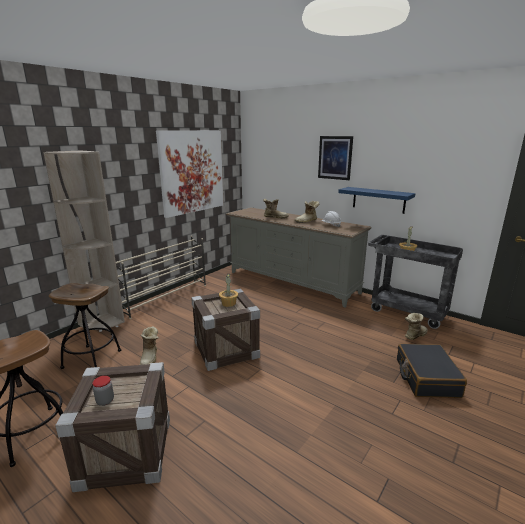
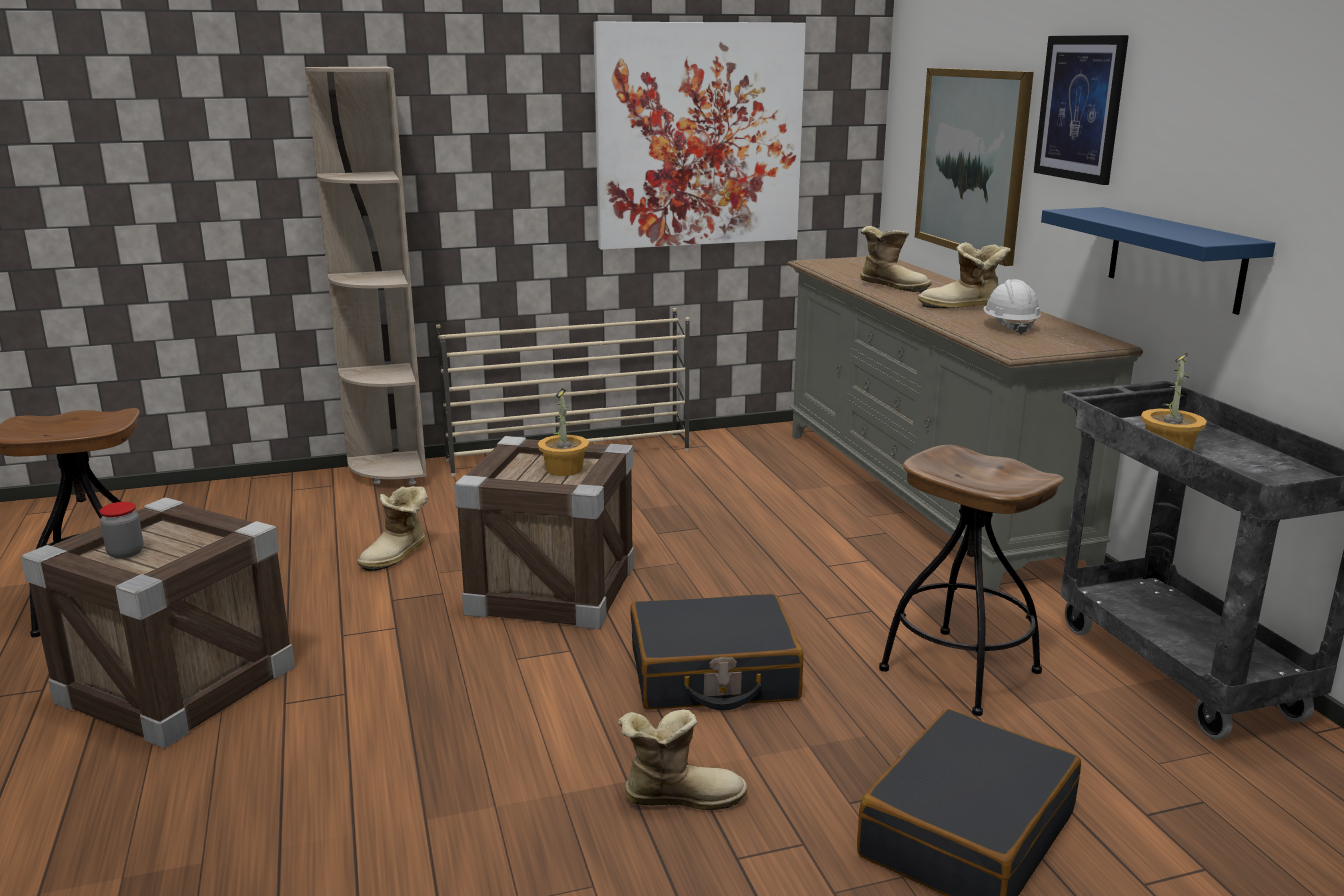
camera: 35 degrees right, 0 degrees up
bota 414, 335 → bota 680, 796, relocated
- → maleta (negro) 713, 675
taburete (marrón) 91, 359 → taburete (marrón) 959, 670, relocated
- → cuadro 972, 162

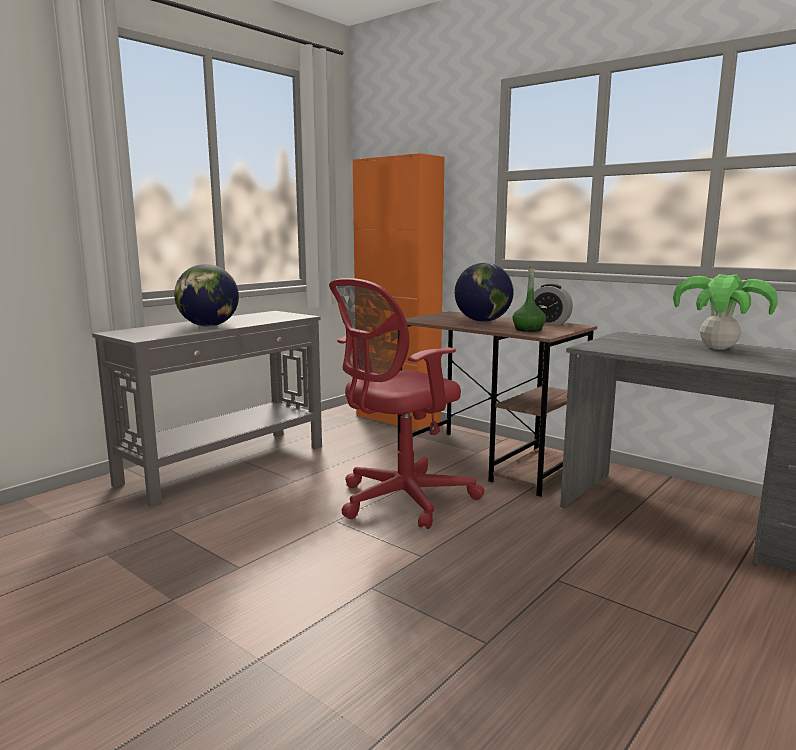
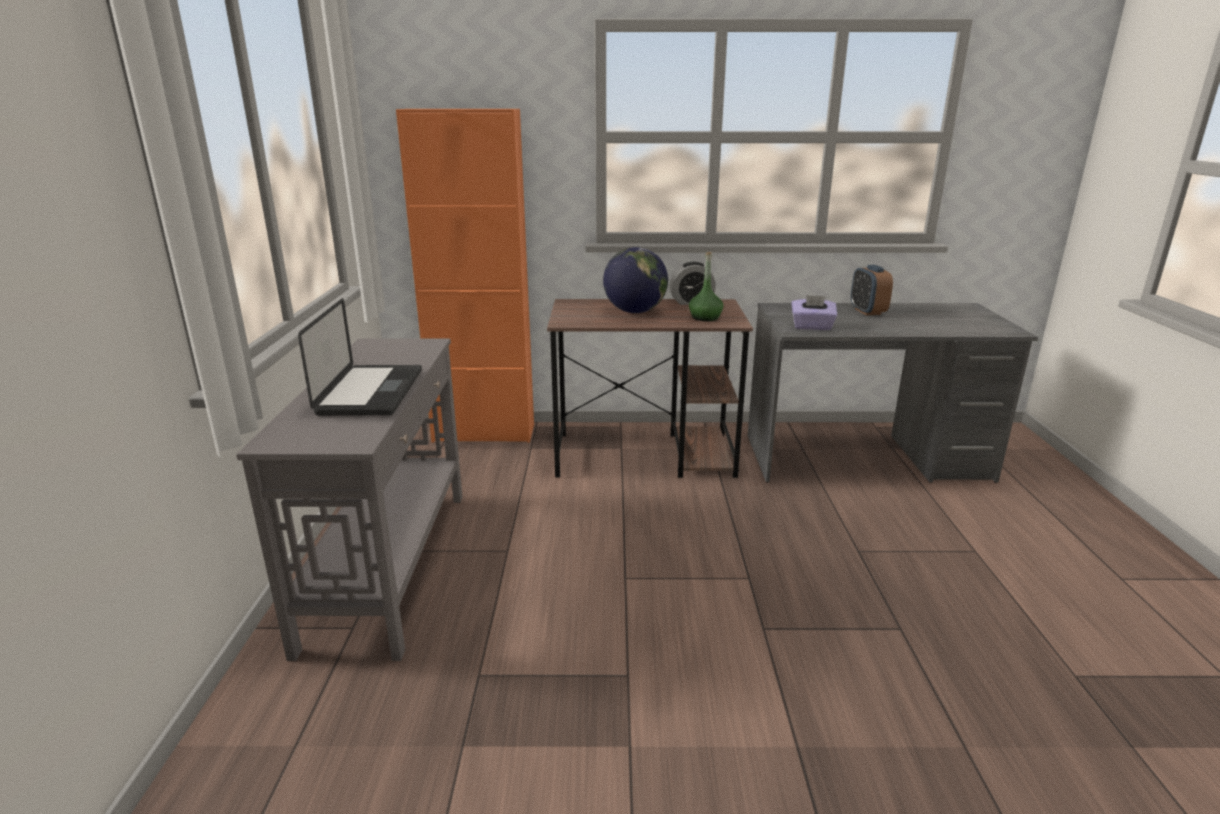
camera: 40 degrees left, 10 degrees up
globo terráqueo 209, 326 → portátil 371, 392
- → caja de pañuelos (morado) 812, 327
planta en maceta 718, 348 → despertador 867, 311
silla de oficina (rojo) 400, 501 → -

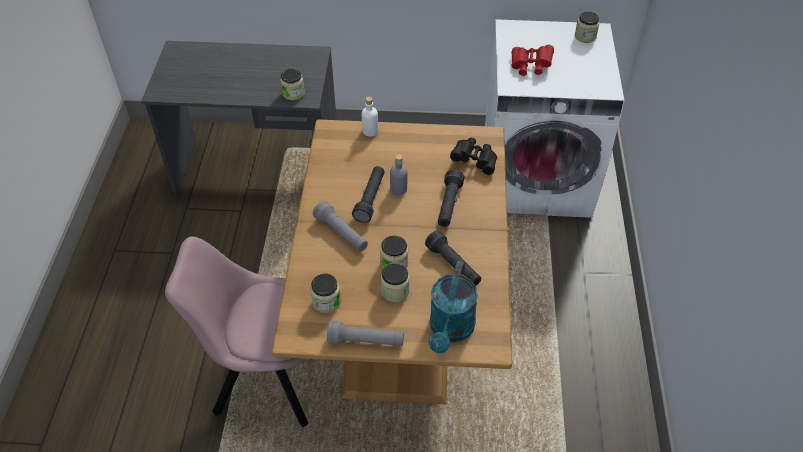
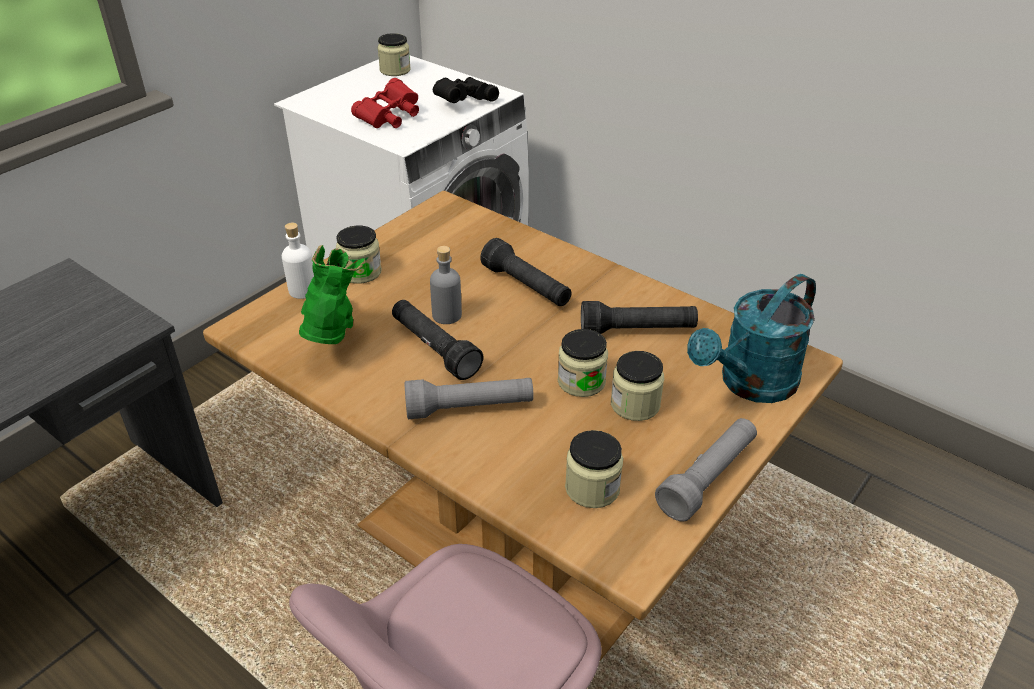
camera: 55 degrees left, 10 degrees down
- → bota (verde) 333, 337
tarro 293, 93 → tarro 360, 272, relocated
prismáticos (negro) 475, 161 → prismáticos (negro) 463, 102, relocated
regadera (turquesa) 450, 330 → regadera (turquesa) 749, 384, 90 degrees clockwise

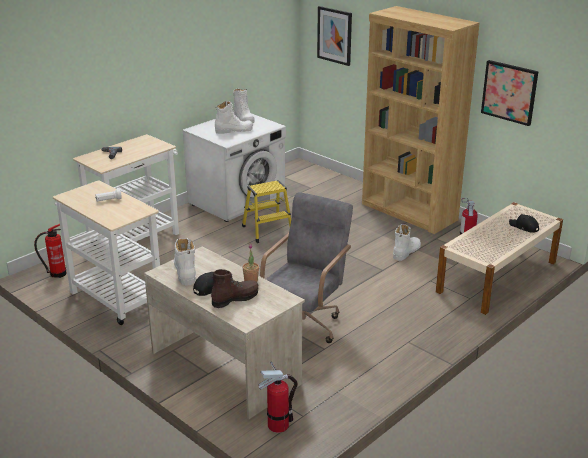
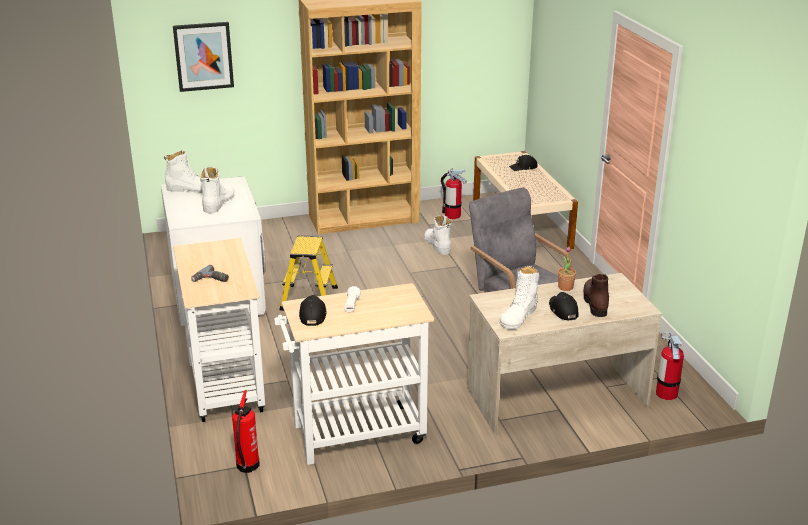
camera: 60 degrees left, 0 degrees up
- → gorra (negro) 312, 315
bota (blanco) 185, 272 → bota (blanco) 519, 316, 75 degrees counterclockwise
cuadro 509, 92 → -

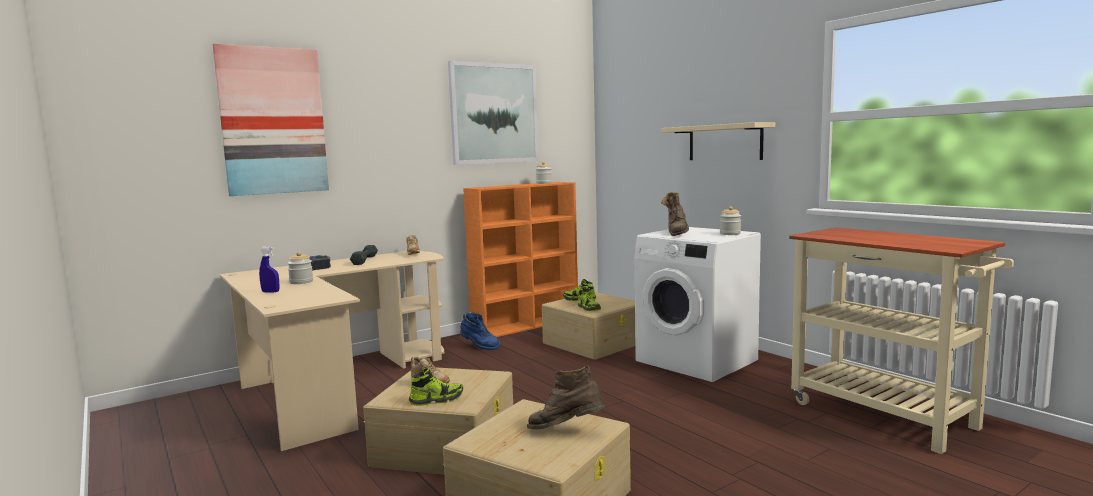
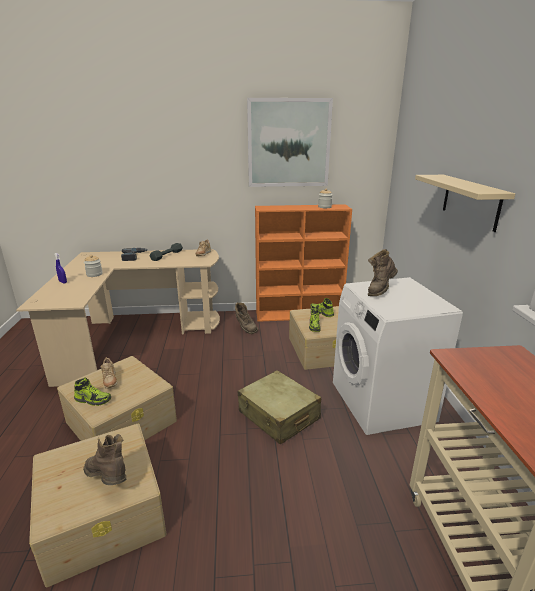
camera: 30 degrees right, 15 degrees up
bota (azul) 479, 347 → bota (marrón) 245, 328
- → maleta (beis) 278, 415
cuadro 273, 121 → -
tarro 730, 234 → -

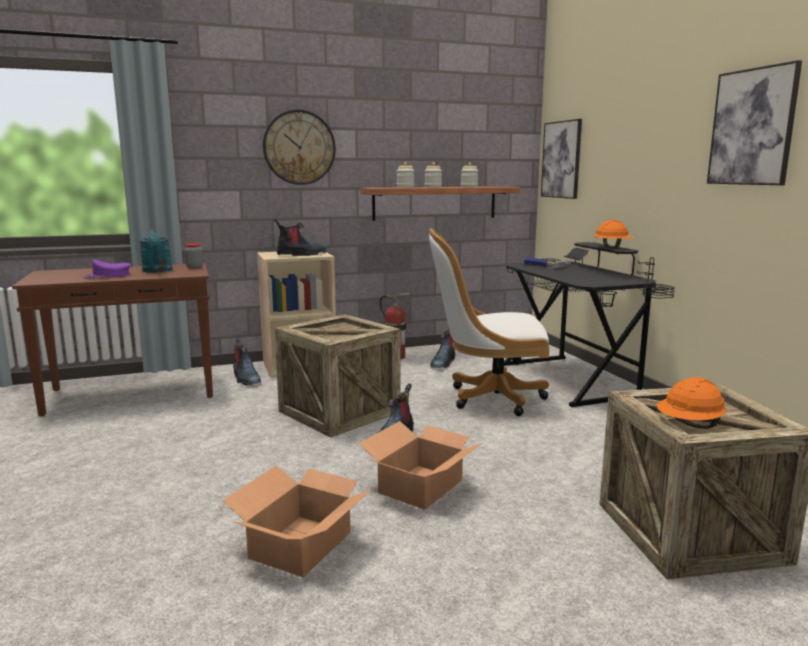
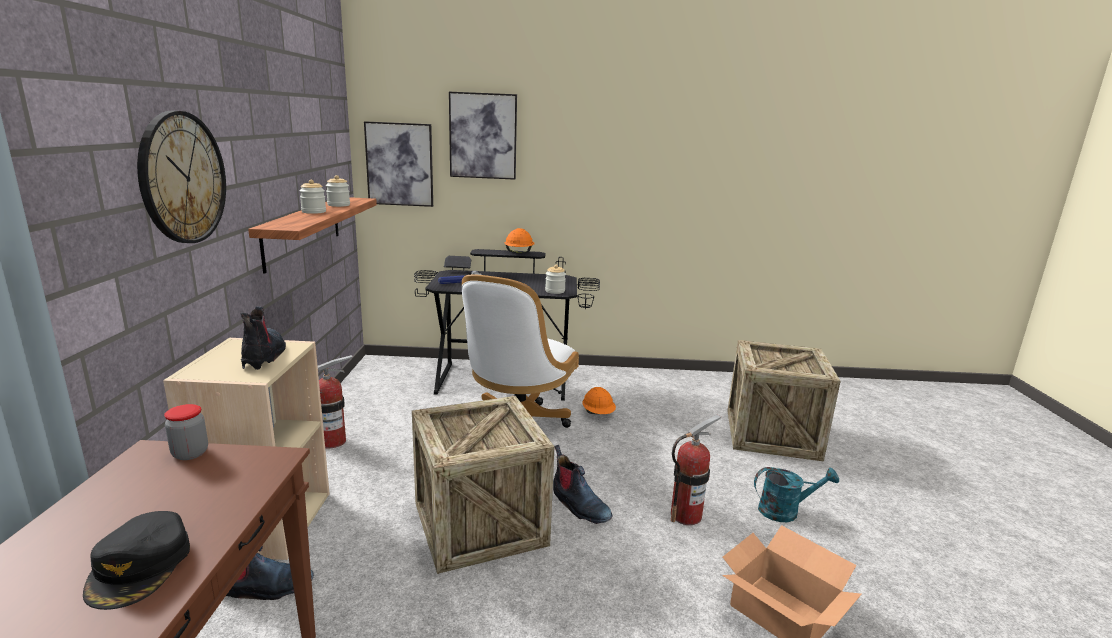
camera: 70 degrees left, 5 degrees up
gorra (morado) 107, 276 → gorra (negro) 140, 566
cuadro 752, 127 → cuadro 483, 136, relocated
tarro 405, 187 → tarro 555, 291, relocated
casco (naranja) 689, 426 → casco (naranja) 598, 414, relocated
caja de cartón 422, 486 → extintor 686, 515
regadera (turquesa) 157, 271 → regadera (turquesa) 785, 511, relocated
bota 443, 362 → -

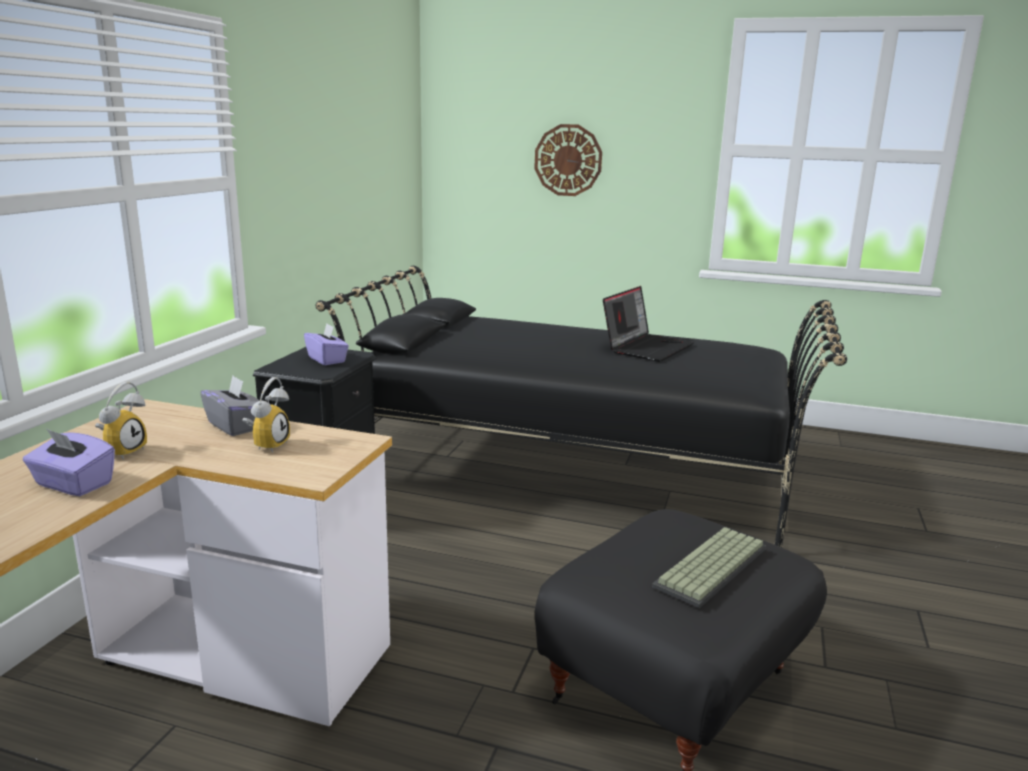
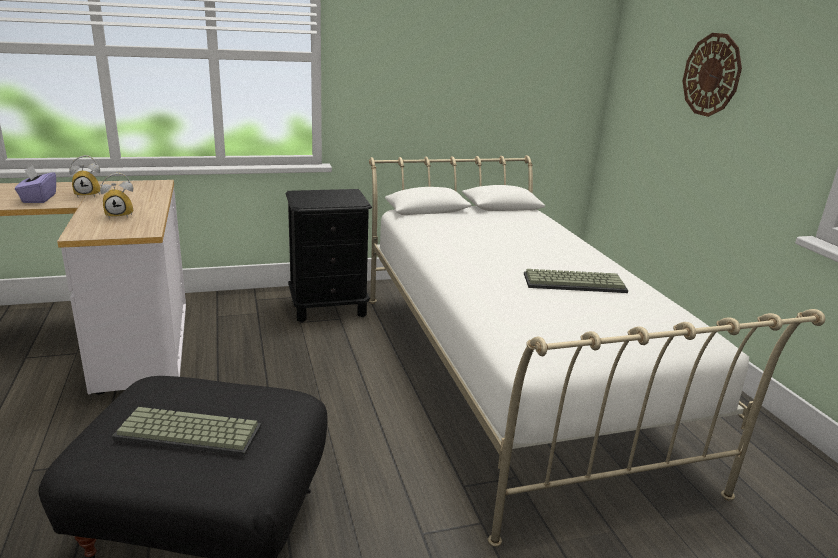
camera: 55 degrees right, 5 degrees up
cama (negro) 573, 472 → cama (blanco) 509, 378
portátil 647, 347 → teclado 575, 282
caja de pañuelos (gris) 235, 426 → -
caja de pañuelos (morado) 327, 359 → -

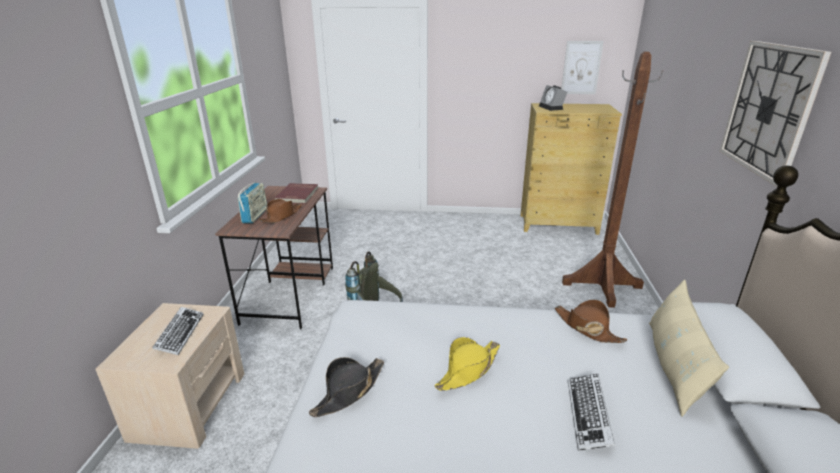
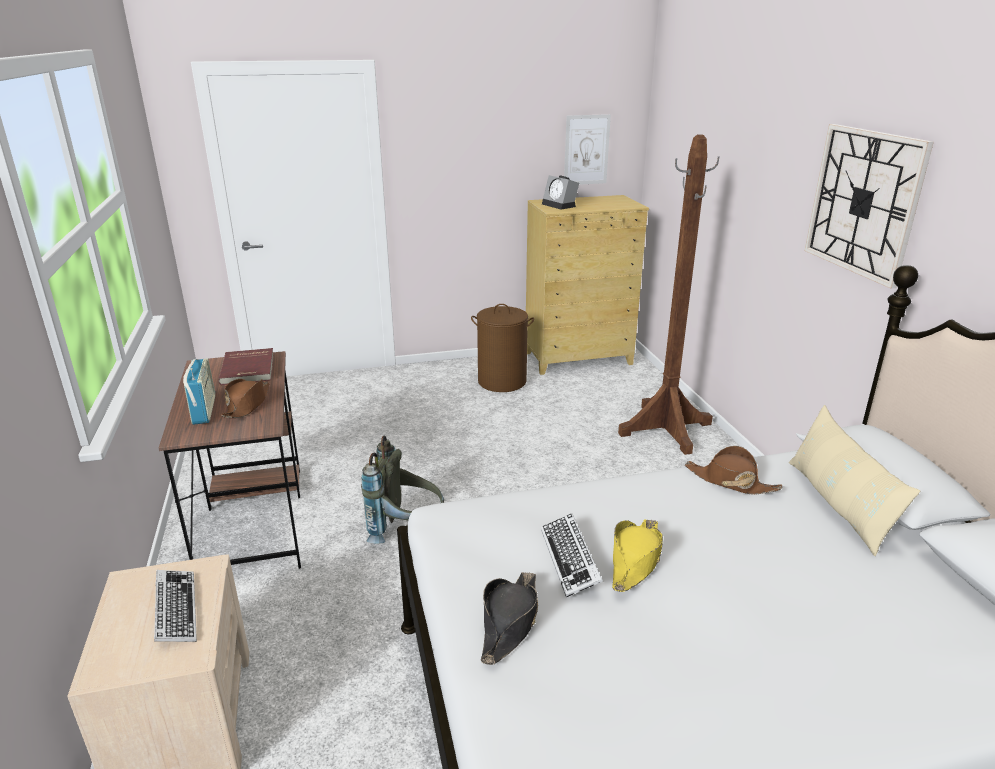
camera: 20 degrees left, 0 degrees up
- → cesto de la ropa (marrón) 502, 381
teclado 588, 414 → teclado 570, 559, relocated

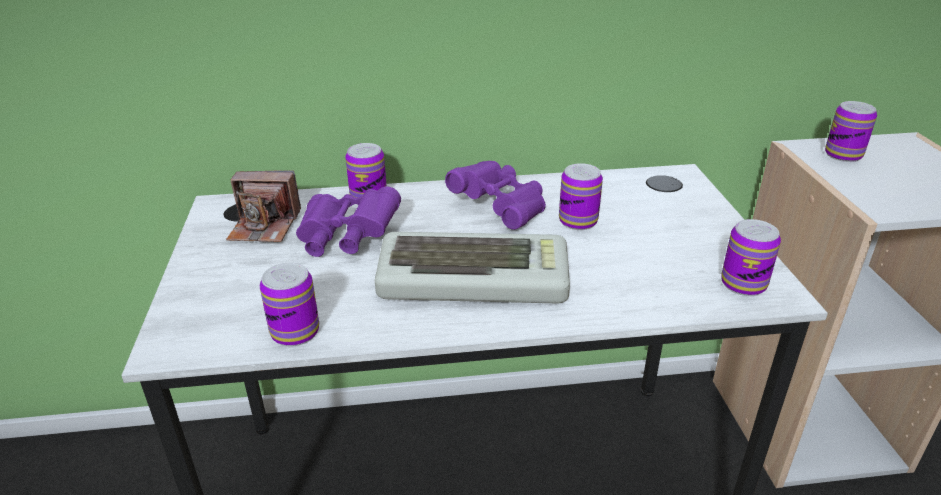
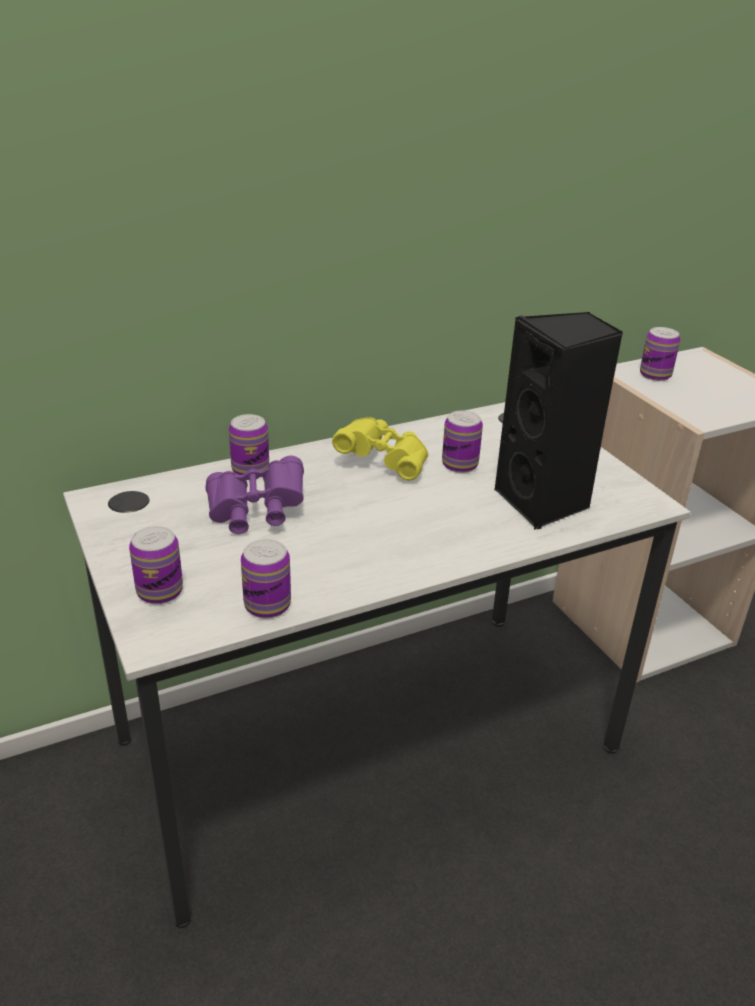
camera: 20 degrees left, 0 degrees up
lata 743, 284 → lata 160, 591, relocated
prismáticos (morado) 501, 208 → prismáticos (amarillo) 384, 461
- → altavoz (negro) 544, 503
cámara 265, 226 → -
teclado 475, 279 → -

